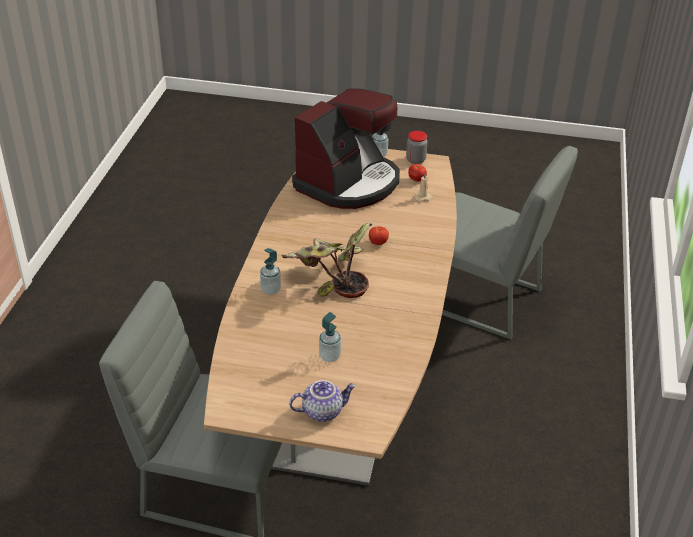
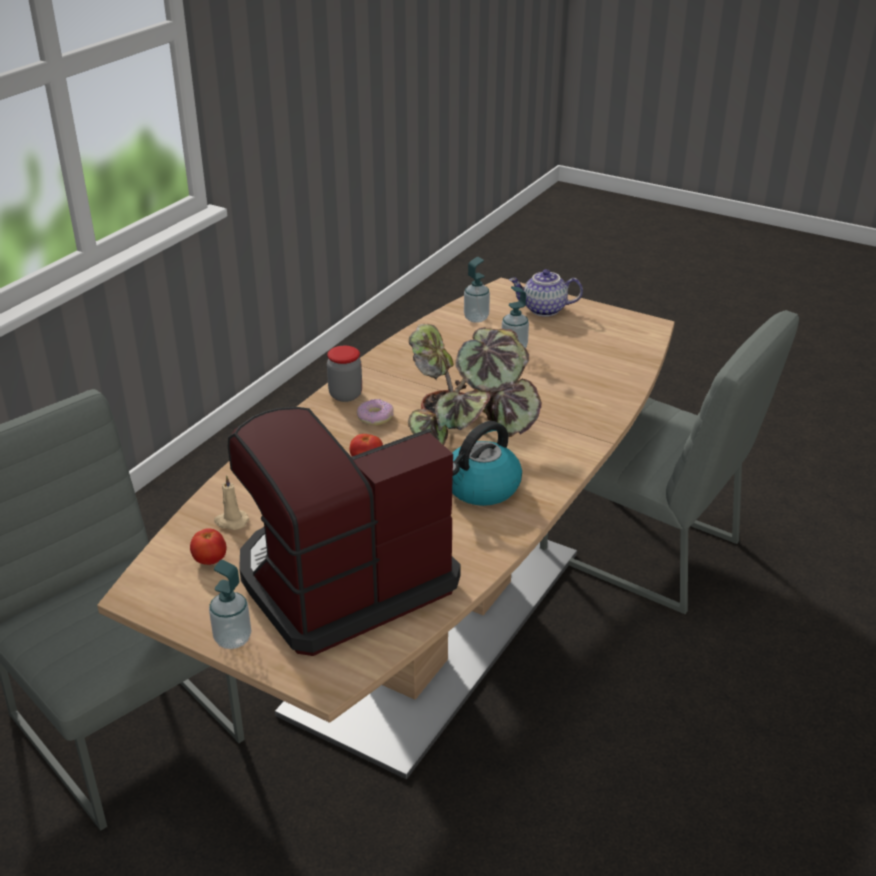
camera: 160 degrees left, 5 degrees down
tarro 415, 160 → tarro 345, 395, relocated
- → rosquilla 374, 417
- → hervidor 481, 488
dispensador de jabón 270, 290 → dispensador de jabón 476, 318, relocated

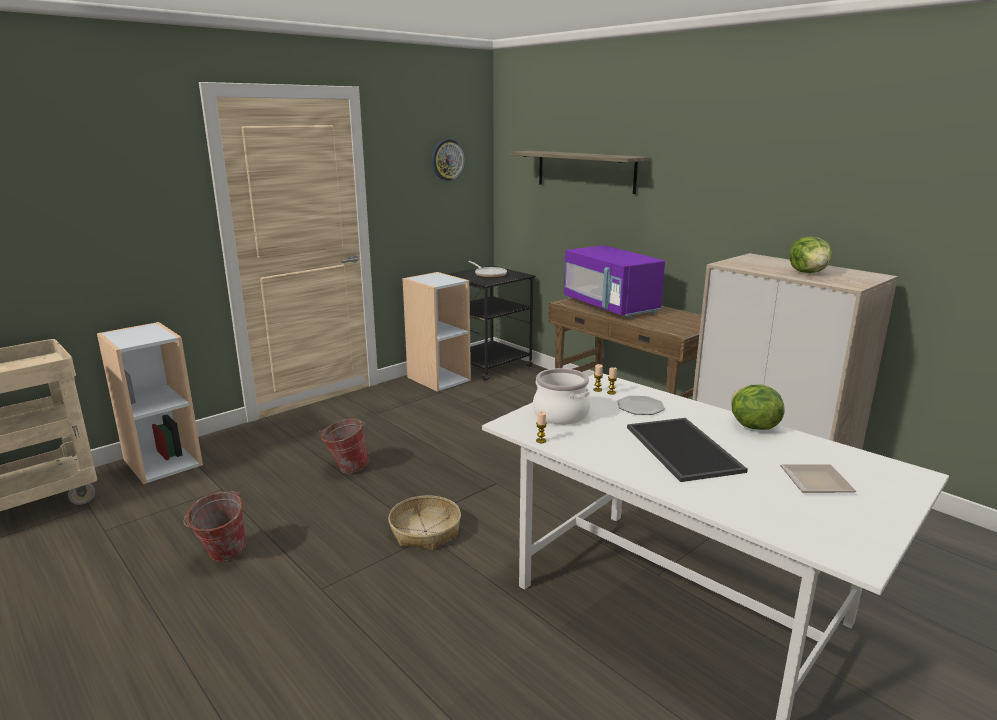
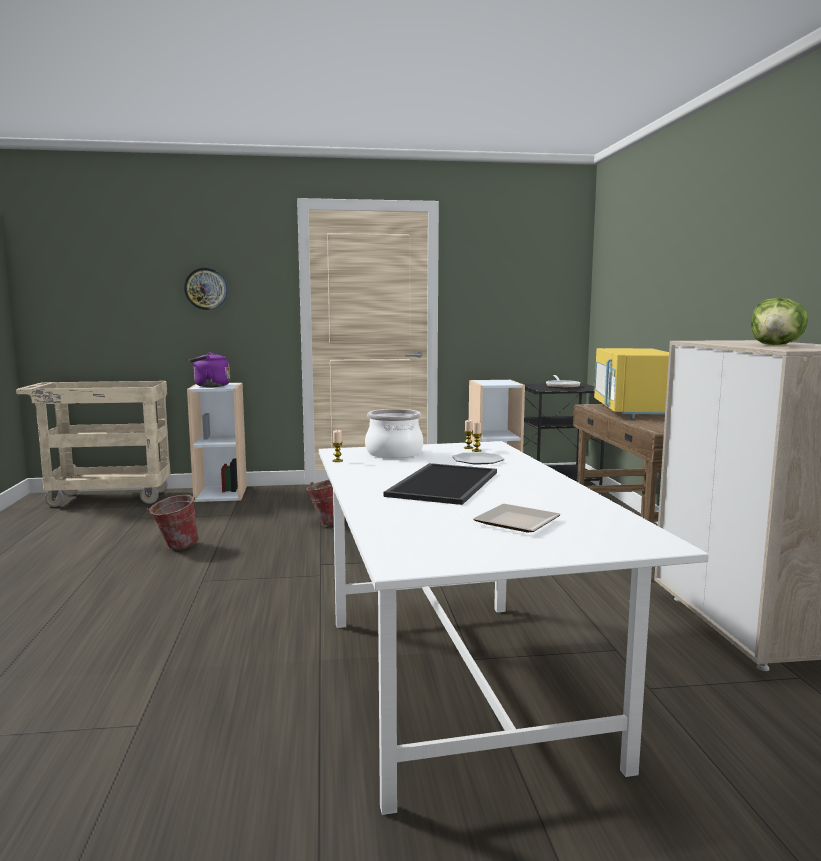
camera: 35 degrees right, 10 degrees down
reloj de pared 447, 160 → reloj de pared 206, 289, relocated
- → hervidor (morado) 209, 386
microondas (morado) 610, 306 → microondas (amarillo) 632, 411
cesta 425, 531 → -
estante 585, 171 → -
lechuga 752, 426 → -

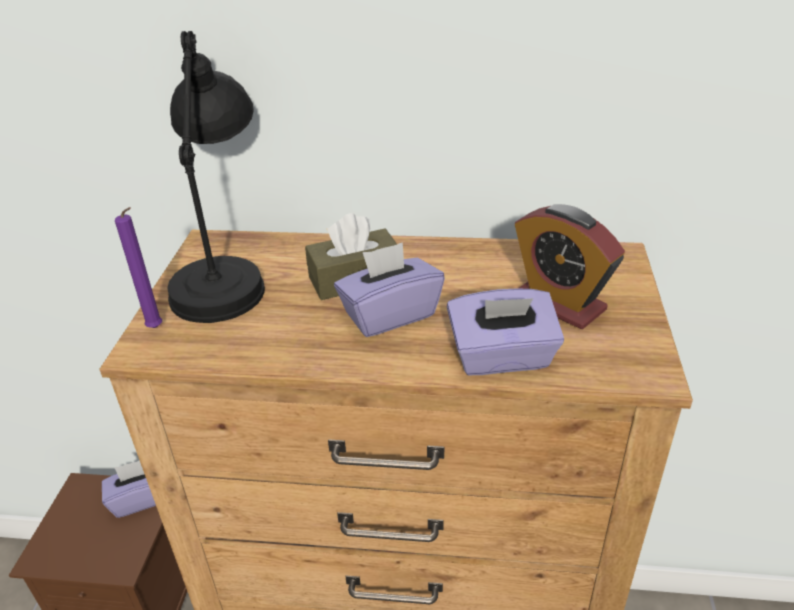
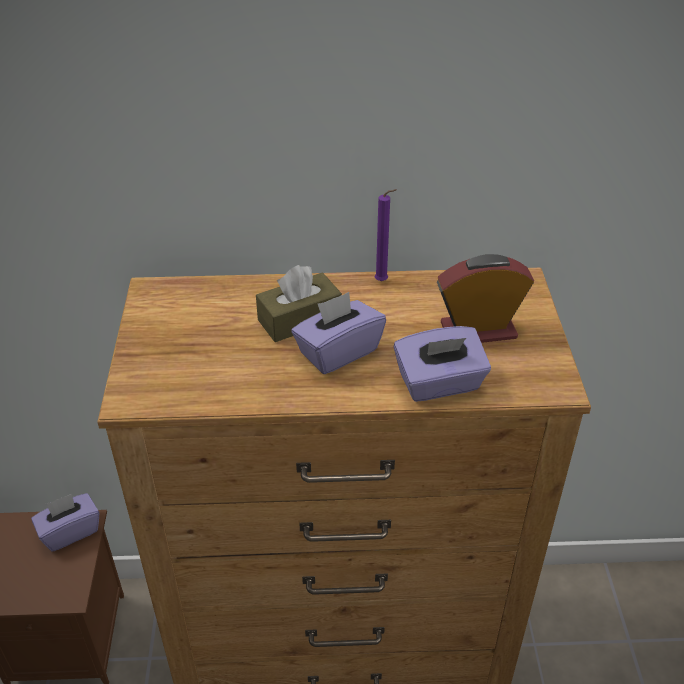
camera: 10 degrees left, 5 degrees up
vela (morado) 157, 329 → vela (morado) 383, 282, relocated
despertador 559, 303 → despertador 478, 331, 135 degrees clockwise
lámpara de mesa (negro) 225, 269 → -

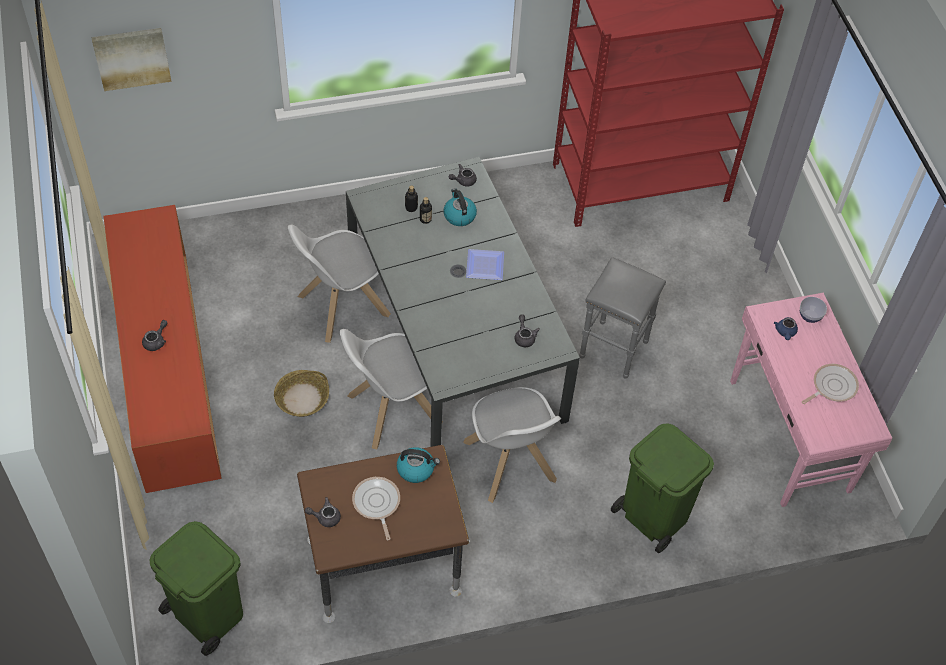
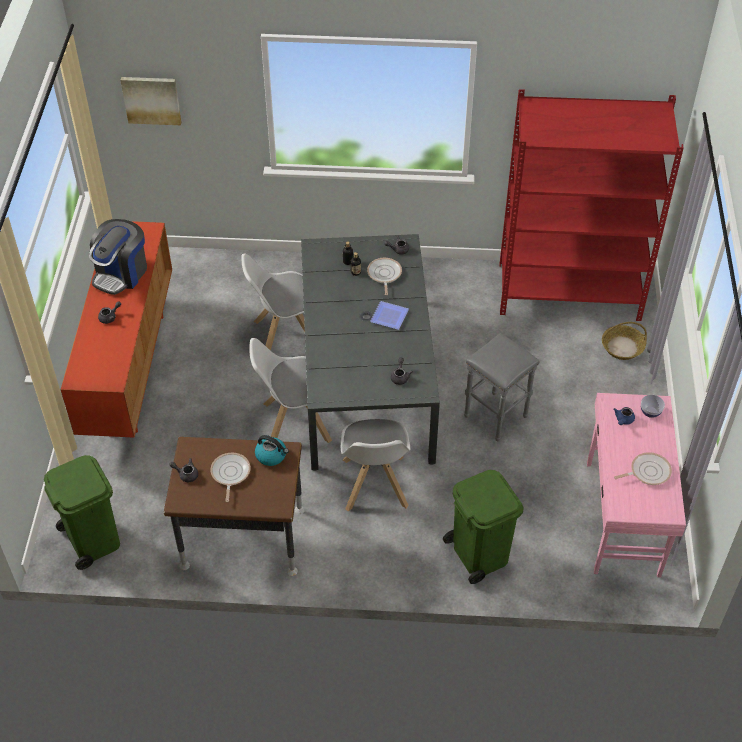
camera: 20 degrees right, 5 degrees down
- → cafetera 121, 273
hervidor 459, 215 → sartén 384, 274
cesta 302, 398 → cesta 622, 347, relocated

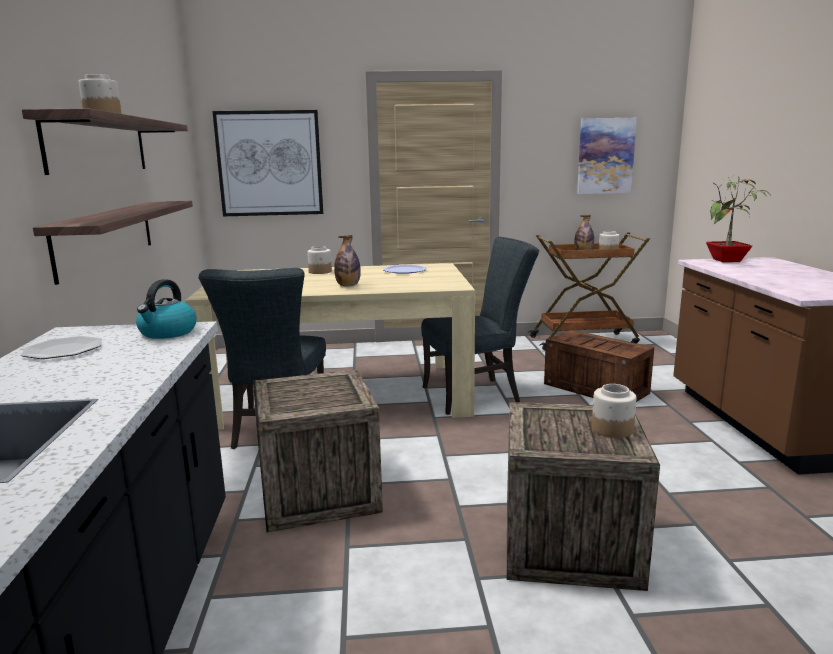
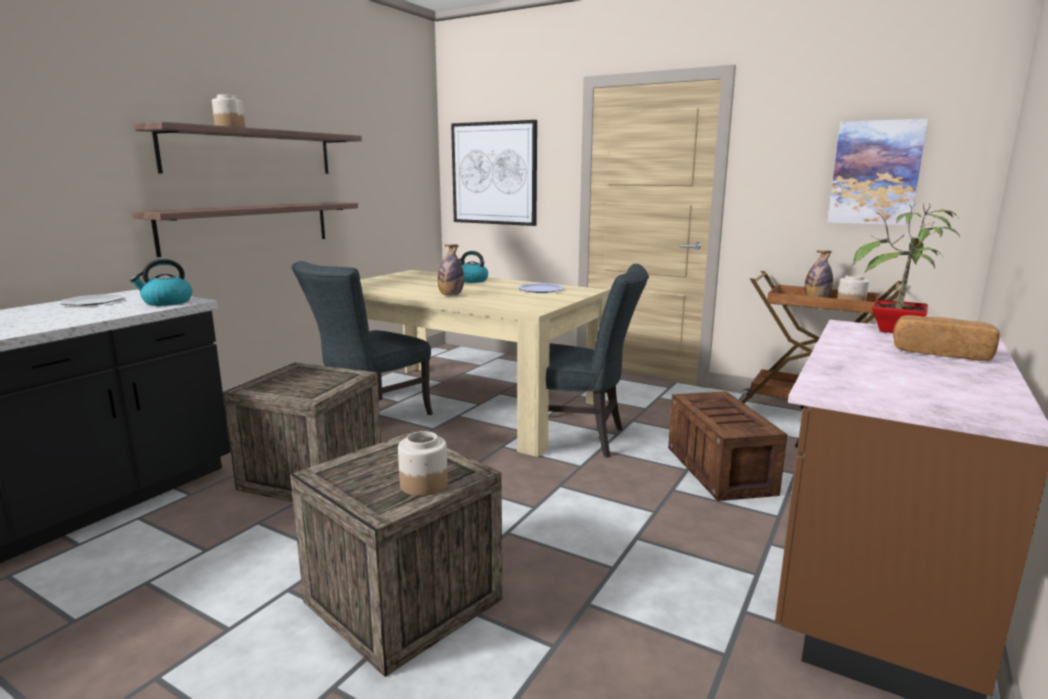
camera: 35 degrees right, 0 degrees up
tarro 320, 272 → hervidor 471, 280
- → pan 941, 353

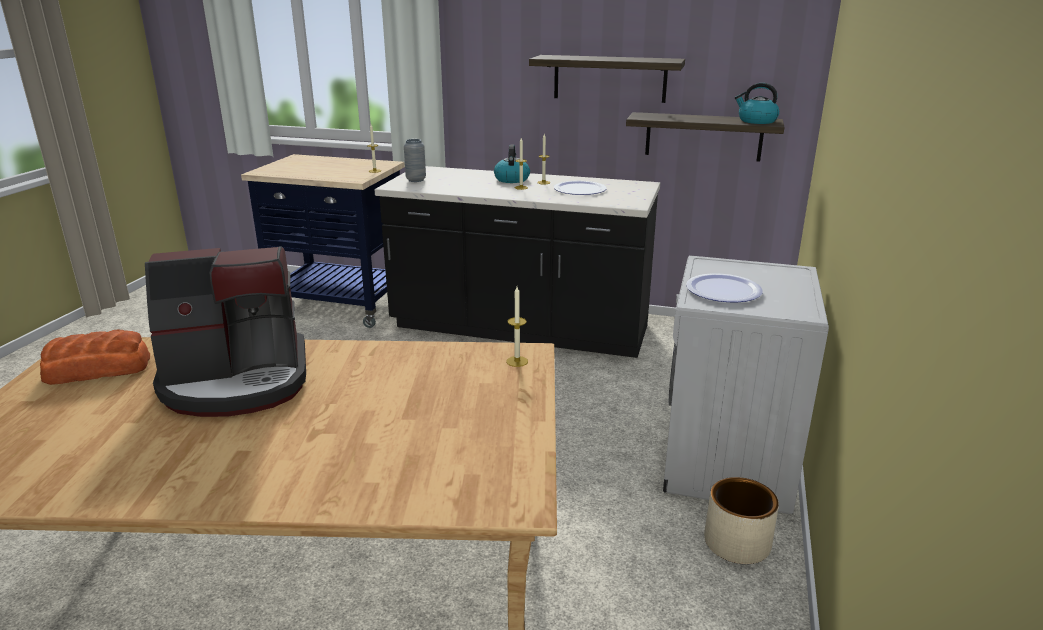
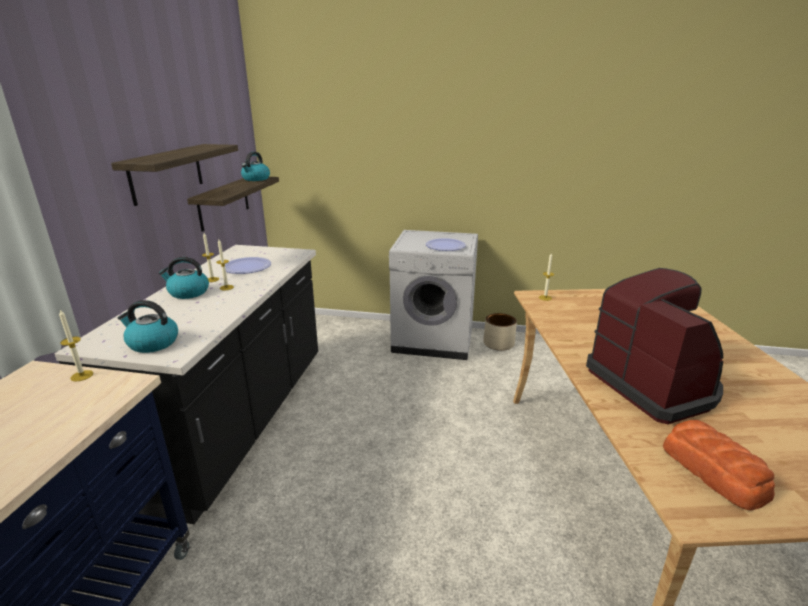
camera: 95 degrees left, 0 degrees up
florero (gris) 416, 180 → hervidor 152, 343

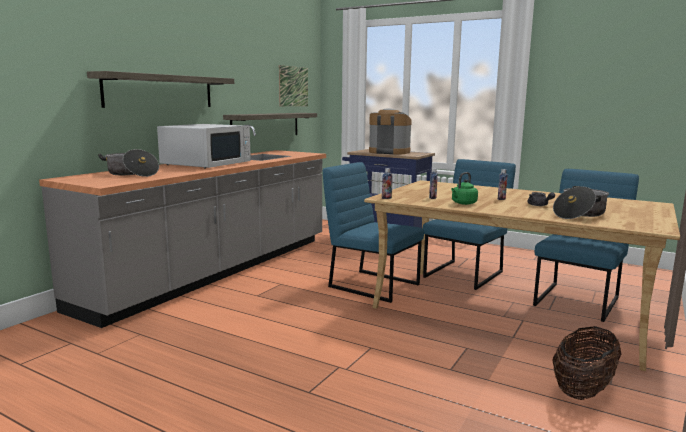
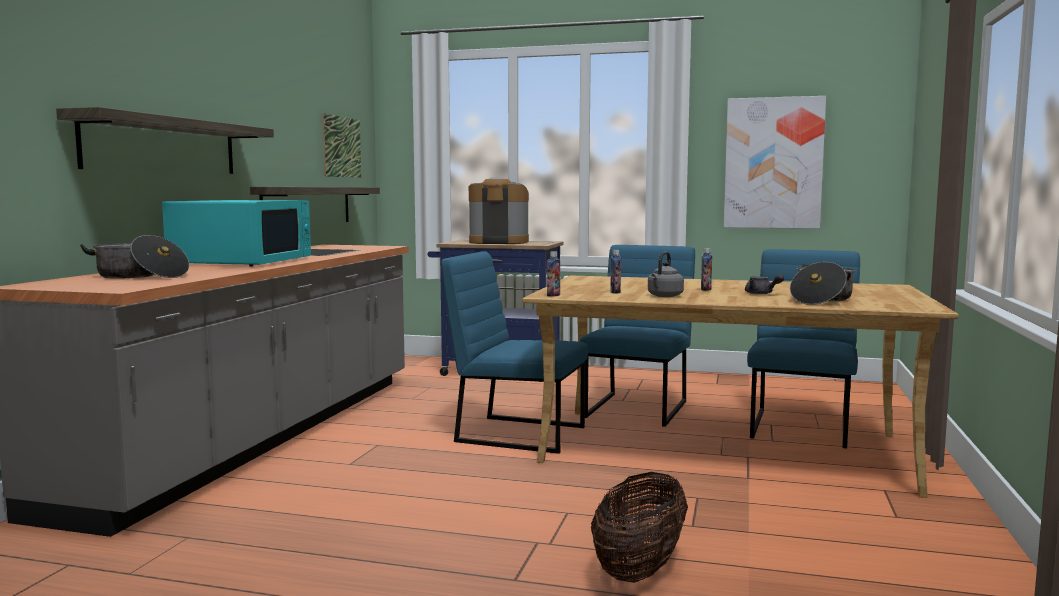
camera: 15 degrees left, 5 degrees down
microondas (blanco) 207, 163 → microondas (turquesa) 243, 261
cesta 583, 389 → cesta 639, 568, relocated
hervidor (verde) 463, 203 → hervidor (gris) 664, 296
- → cuadro 773, 163

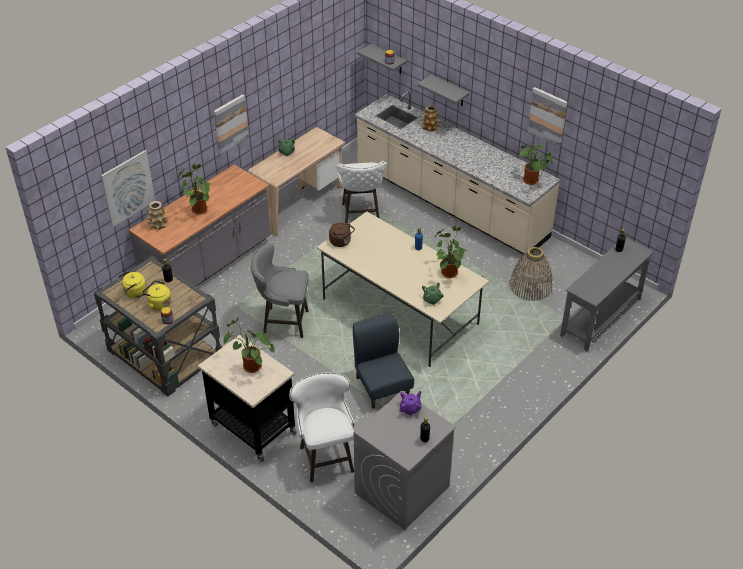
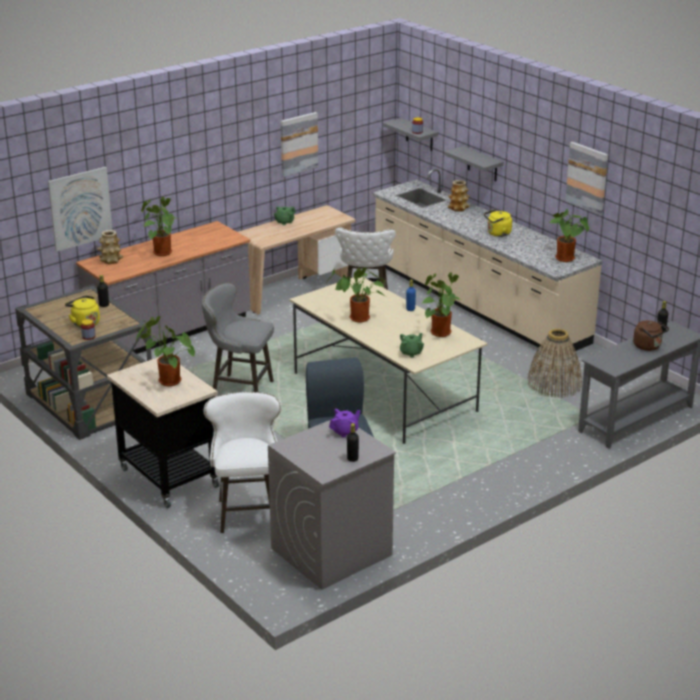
camera: 10 degrees right, 15 degrees down
cuadro 230, 124 → cuadro 298, 144, relocated
- → planta en maceta 358, 319
hervidor (amarillo) 134, 293 → hervidor (amarillo) 497, 234, relocated
hervidor (marrón) 341, 242 → hervidor (marrón) 648, 346, relocated

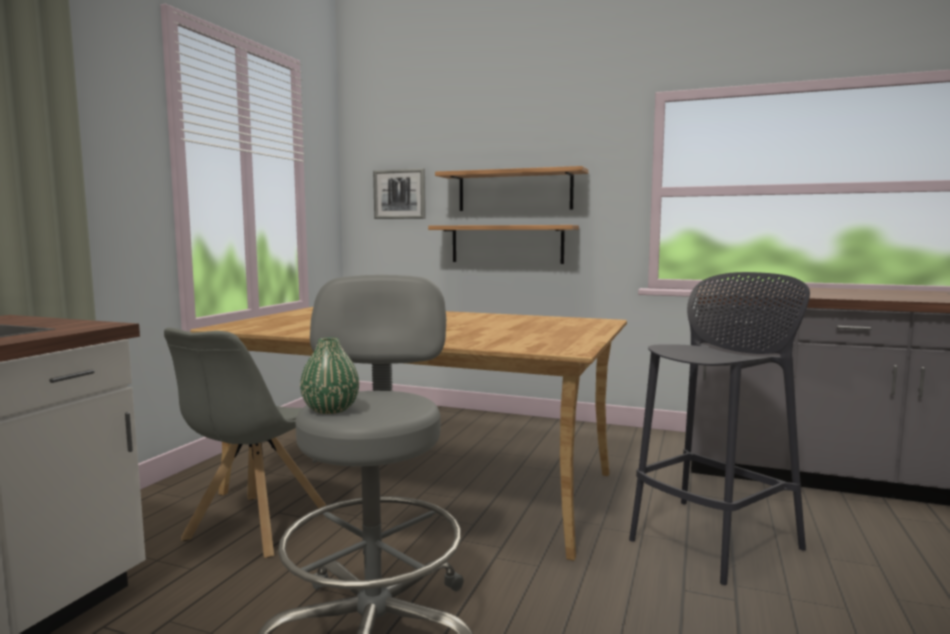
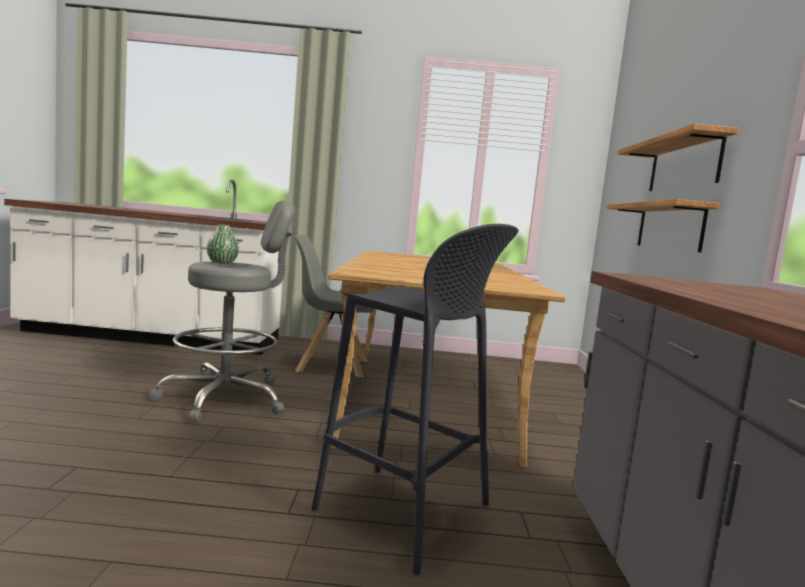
camera: 70 degrees right, 0 degrees up
cuadro 400, 194 → -

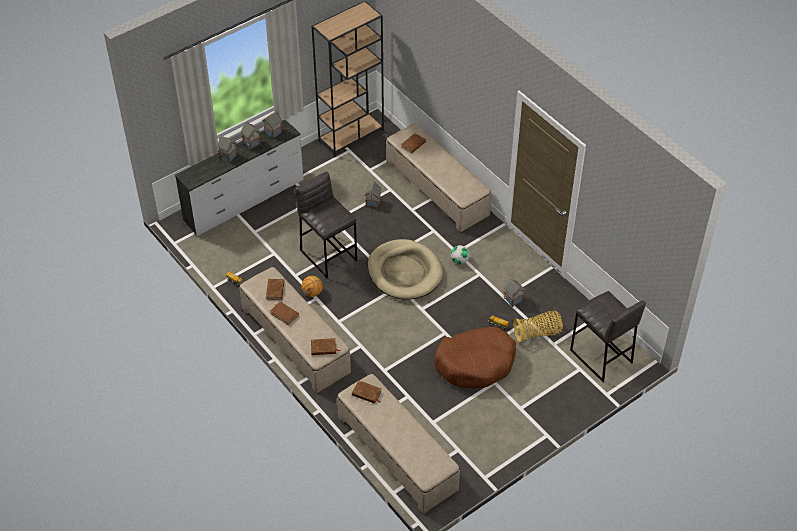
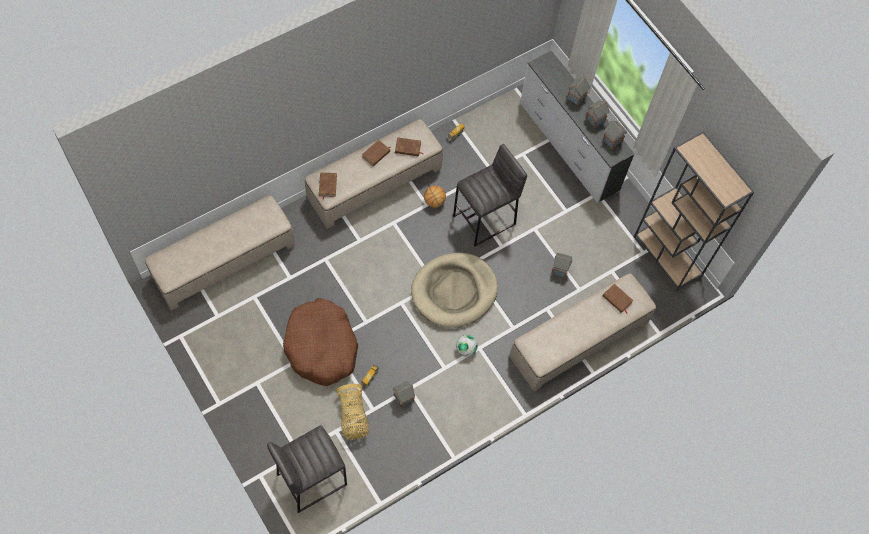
camera: 90 degrees right, 15 degrees up
libro (marrón) 366, 393 → -

